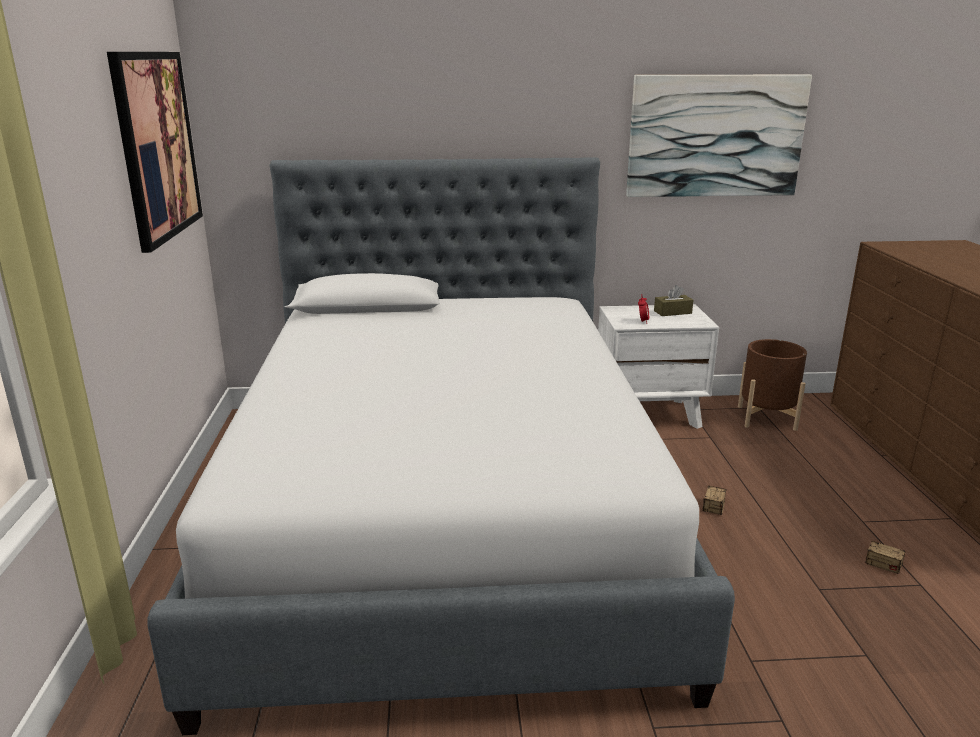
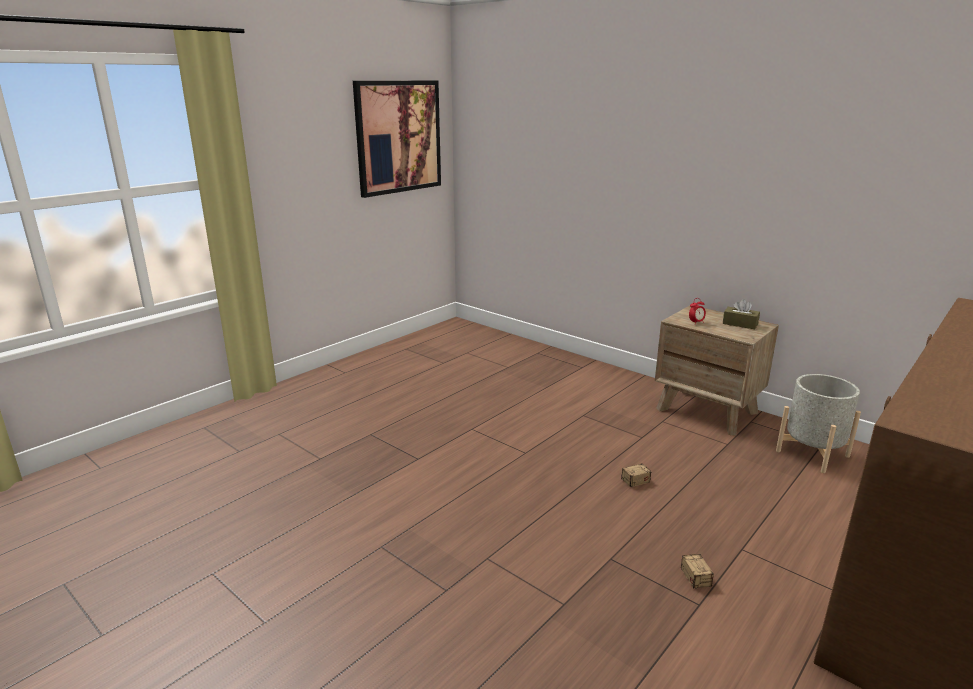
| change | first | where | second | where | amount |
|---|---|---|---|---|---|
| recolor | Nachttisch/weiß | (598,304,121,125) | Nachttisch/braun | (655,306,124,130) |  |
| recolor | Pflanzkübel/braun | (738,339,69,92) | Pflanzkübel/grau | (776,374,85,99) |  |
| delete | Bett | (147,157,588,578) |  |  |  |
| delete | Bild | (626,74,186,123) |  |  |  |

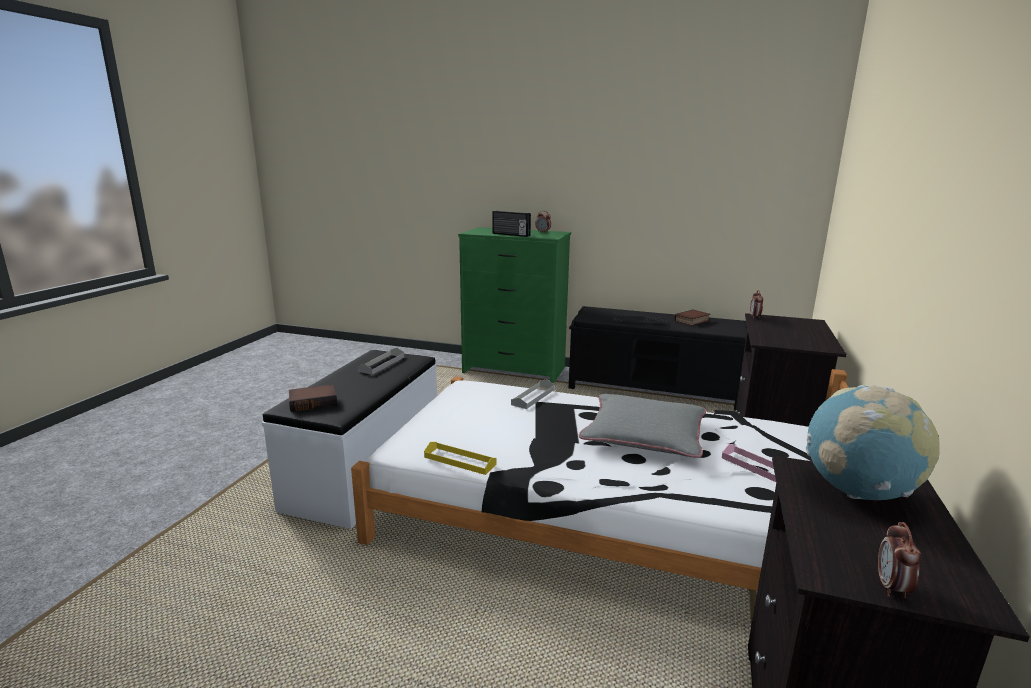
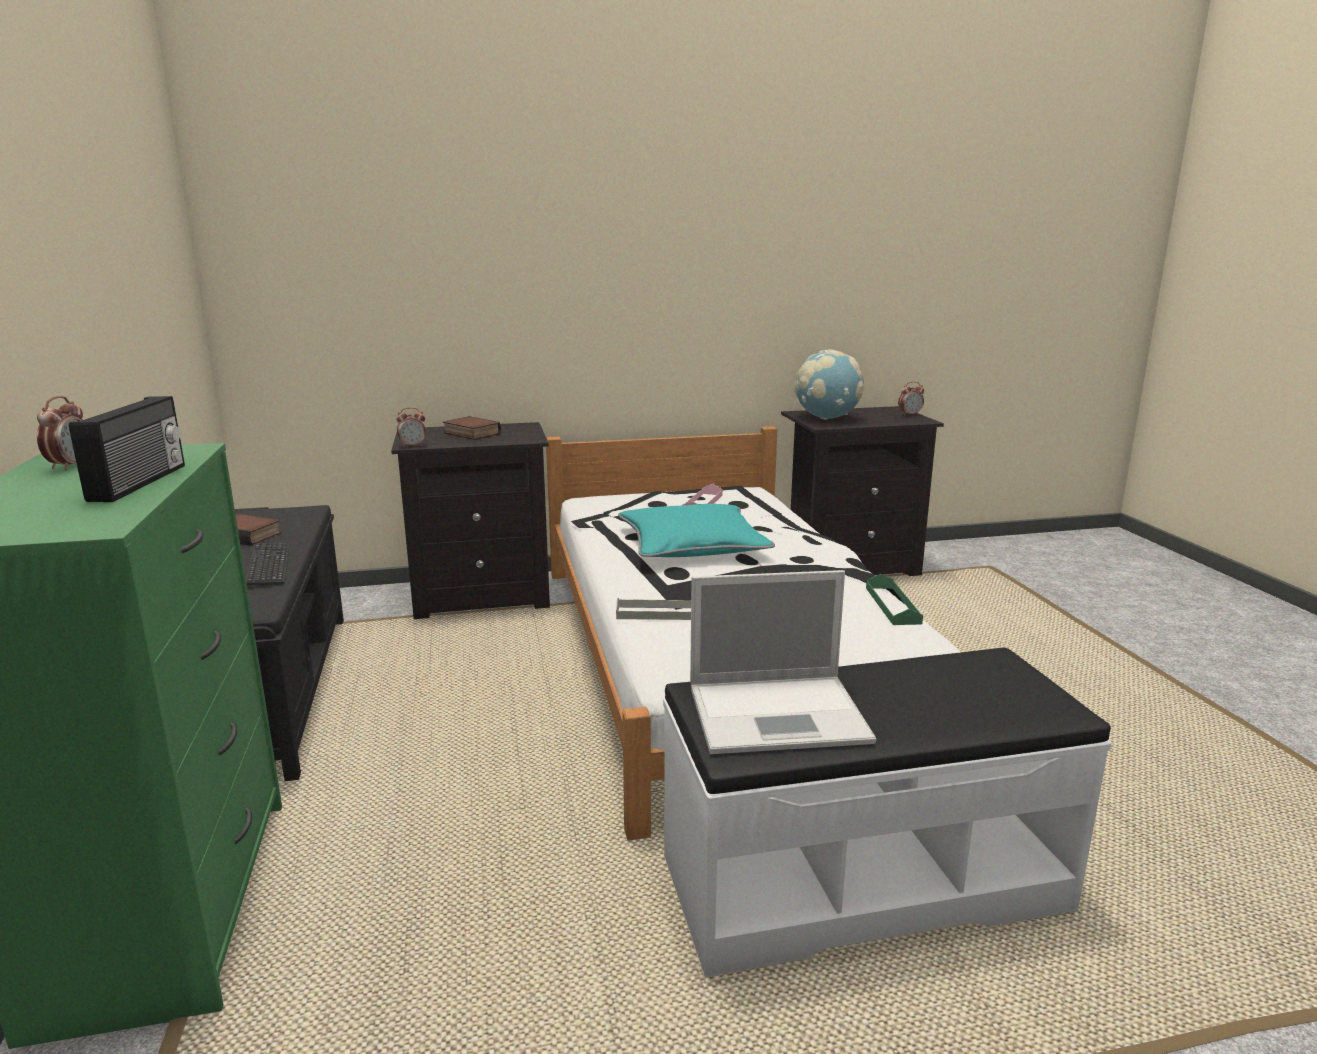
| change | first | where | second | where | amount |
|---|---|---|---|---|---|
| move | Buch | (289,384,48,28) |  | (443,416,58,24) |  |
| recolor | Kissen/grau | (579,394,127,64) | Kissen/türkis | (618,504,157,53) |  |
| replace | Tablett/grau | (358,348,46,27) | Laptop | (690,570,186,184) |  |
| recolor | Tablett/gelb | (424,442,73,33) | Tablett/grün | (866,574,57,51) |  |

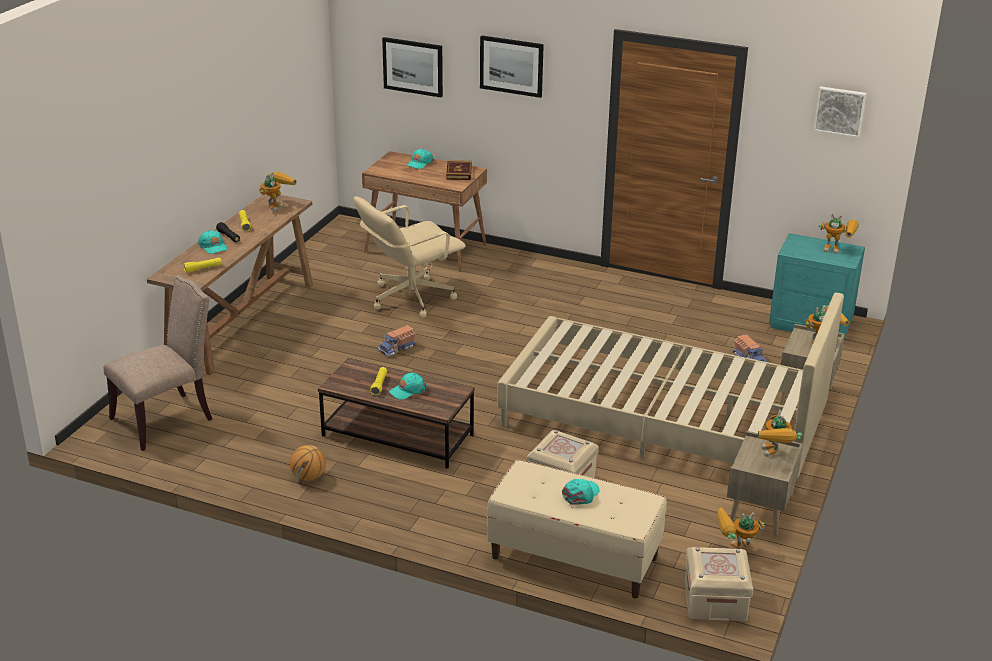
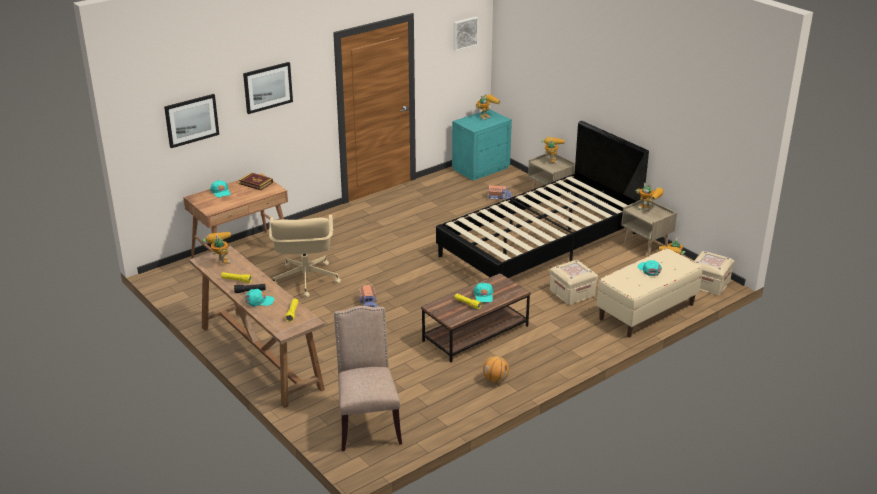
| change | first | where | second | where | amount |
|---|---|---|---|---|---|
| recolor | Bett/beige | (497,293,347,203) | Bett/schwarz | (436,121,213,157) |  |

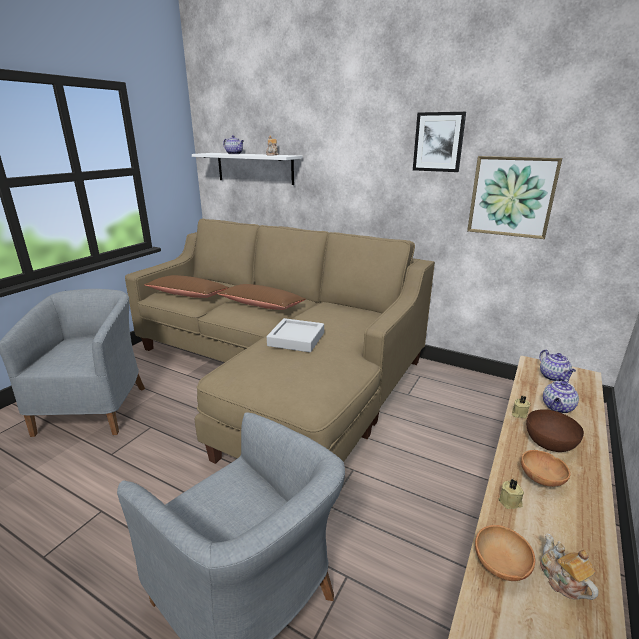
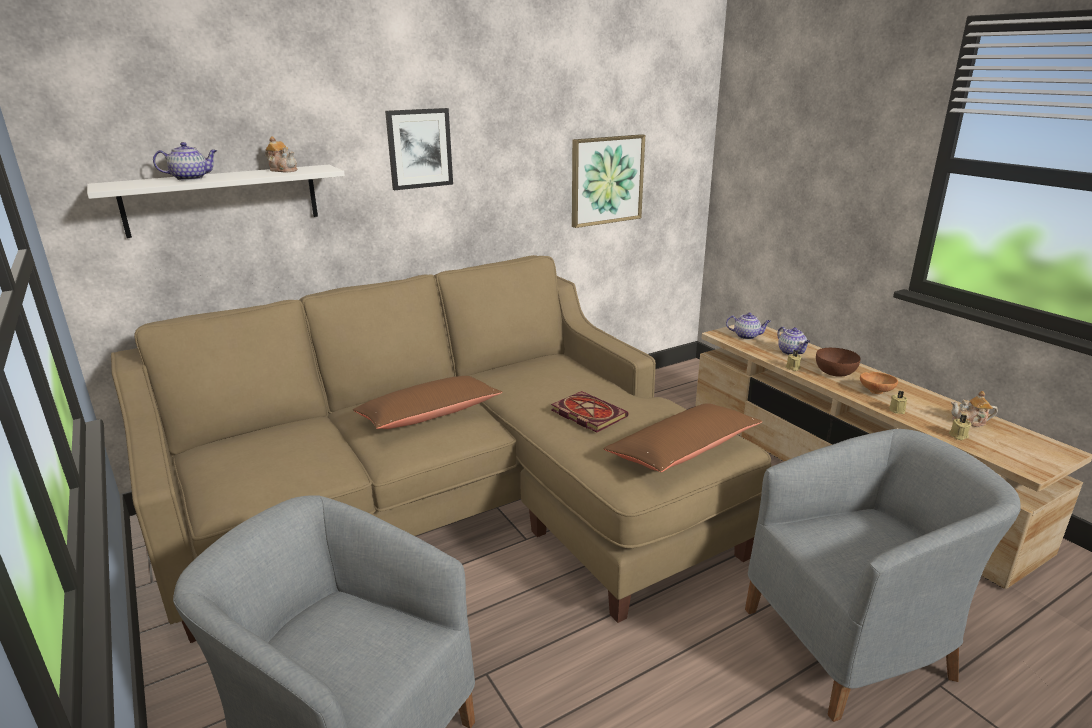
| change | first | where | second | where | amount |
|---|---|---|---|---|---|
| move | Bild | (413,112,53,60) |  | (385,108,68,82) |  |
| replace | Tablett/grau | (267,318,57,34) | Buch | (551,391,78,41) |  |
| move | Kissen/braun | (144,275,85,23) |  | (603,403,160,69) |  |
| replace | Schüssel/braun | (475,525,60,56) | Kerze/beige | (949,415,22,25) |  |

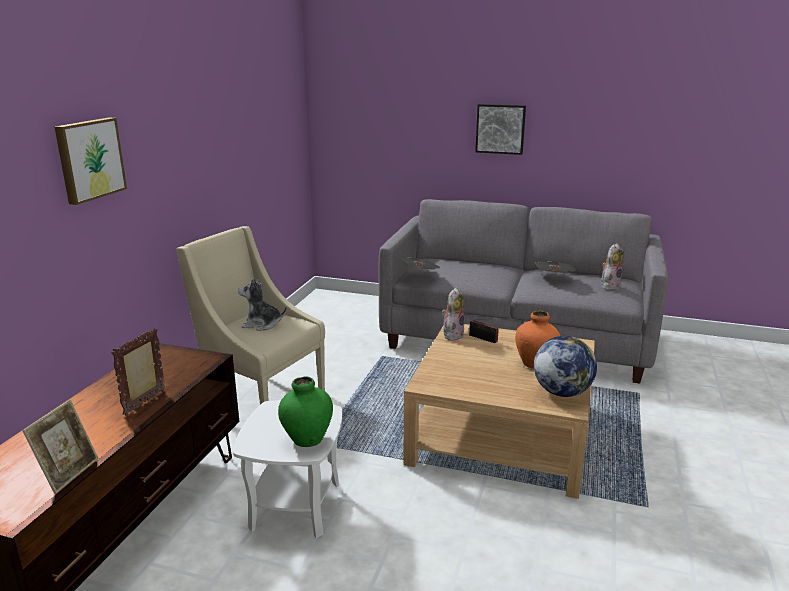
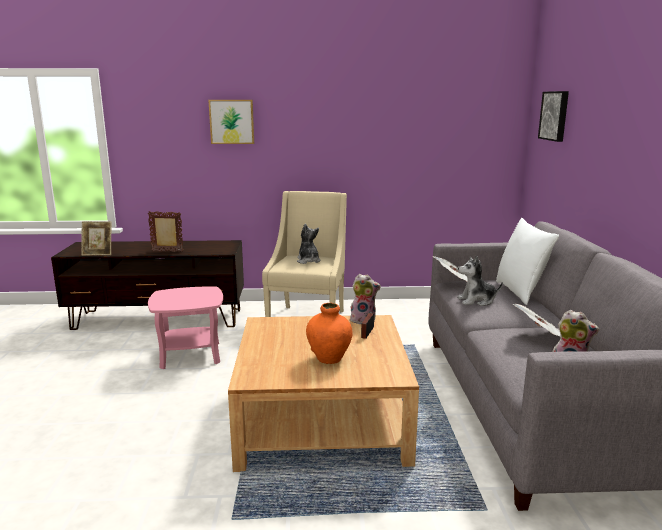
| change | first | where | second | where | amount |
|---|---|---|---|---|---|
| recolor | Beistelltisch/weiß | (233,400,109,138) | Beistelltisch/rosa | (148,287,75,82) |  |
| insert |  |  | Plüschtier | (457,255,46,51) |  |
| insert |  |  | Kissen/weiß | (496,218,63,87) |  |
| move | Bild | (475,104,51,51) |  | (538,91,31,51) |  |
| delete | Vase/grün | (278,376,55,71) |  |  |  |
| delete | Globus | (534,336,63,61) |  |  |  |

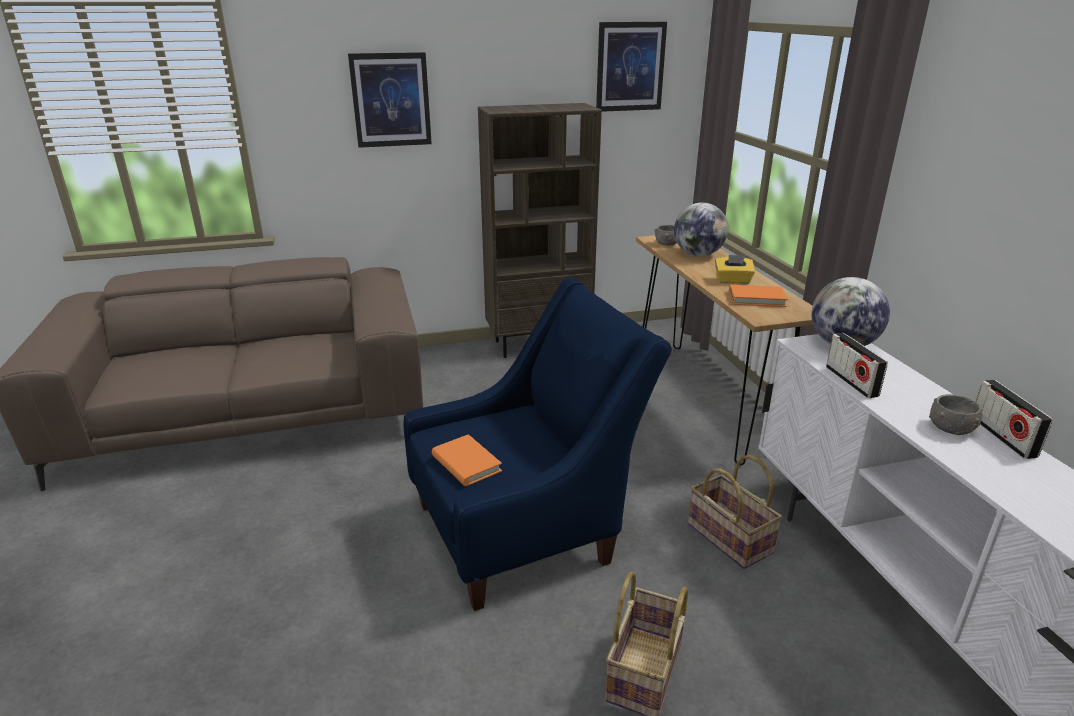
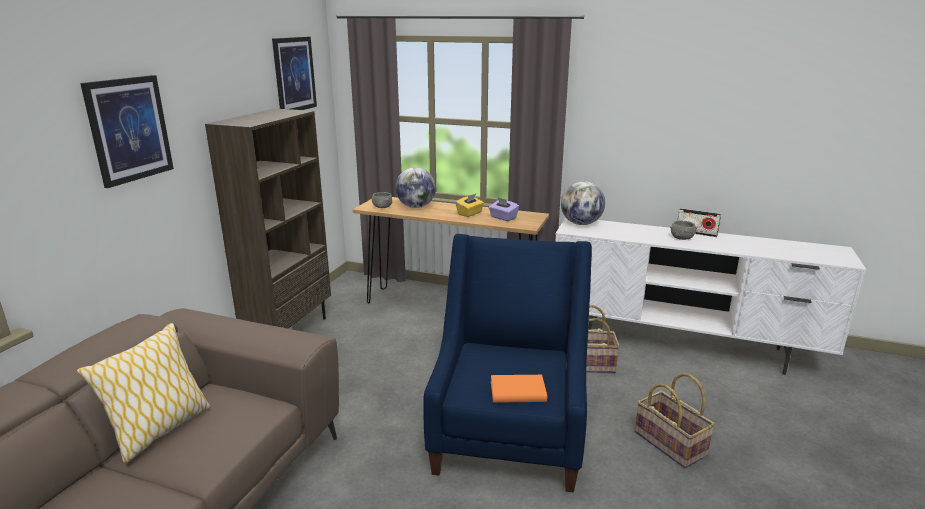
| change | first | where | second | where | amount |
|---|---|---|---|---|---|
| insert |  |  | Kissen | (77,323,134,140) |  |
| replace | Buch/orange | (729,285,59,22) | Taschentuchbox/lila | (489,198,30,23) |  |
| delete | Radio | (826,333,62,65) |  |  |  |

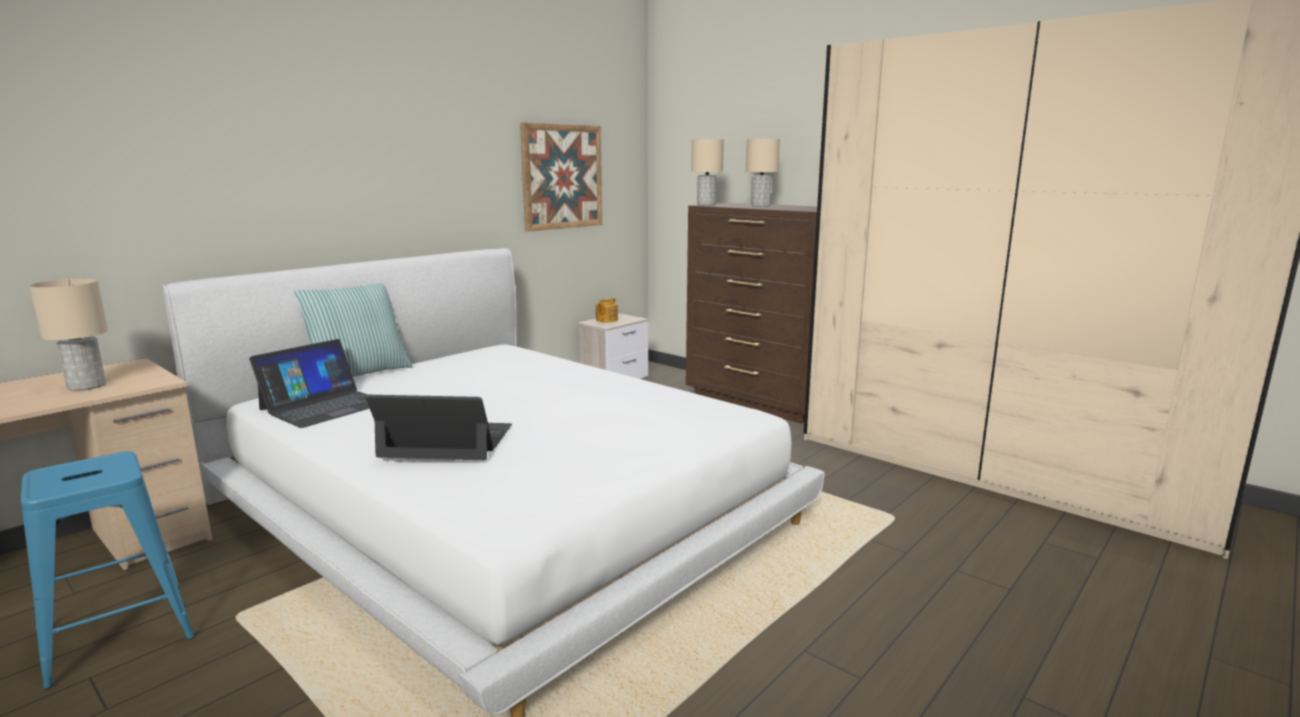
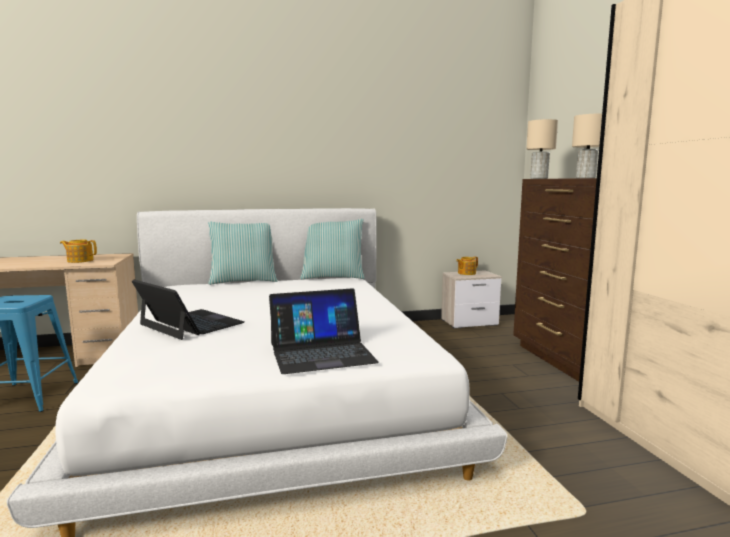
| change | first | where | second | where | amount |
|---|---|---|---|---|---|
| replace | Tischlampe/beige | (29,279,79,112) | Teekanne | (60,240,37,23) |  |
| move | Laptop | (249,339,121,89) |  | (269,288,110,86) |  |
| insert |  |  | Kissen | (300,219,65,60) |  |
| delete | Bild | (520,122,82,110) |  |  |  |

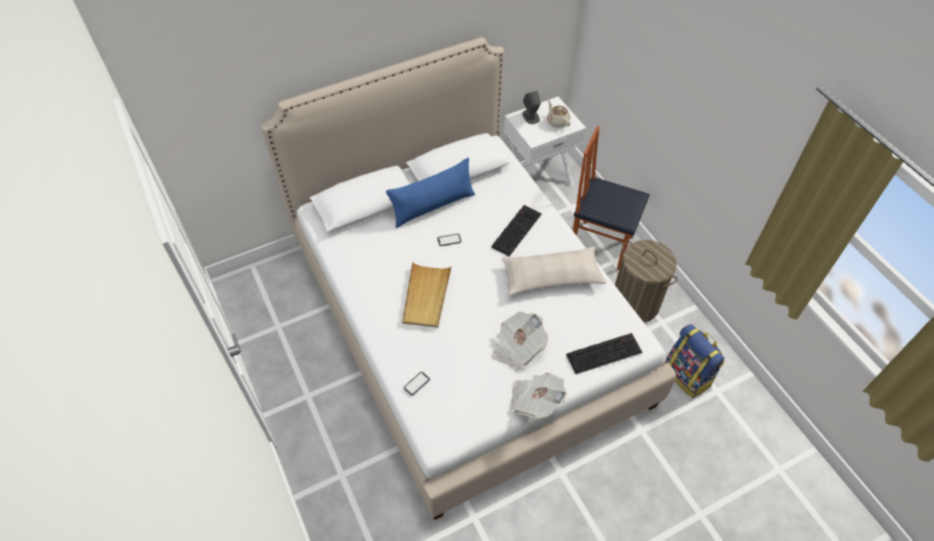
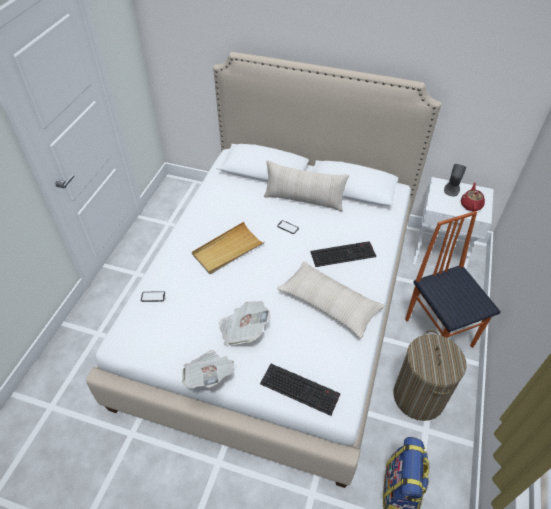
| change | first | where | second | where | amount |
|---|---|---|---|---|---|
| recolor | Kissen/blau | (386,158,89,70) | Kissen/beige | (264,160,85,52) |  |
| recolor | Teekanne/beige | (547,100,23,27) | Teekanne/rot | (461,182,24,30) |  |

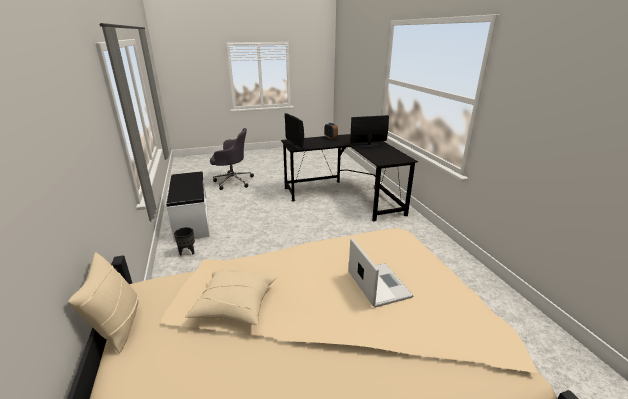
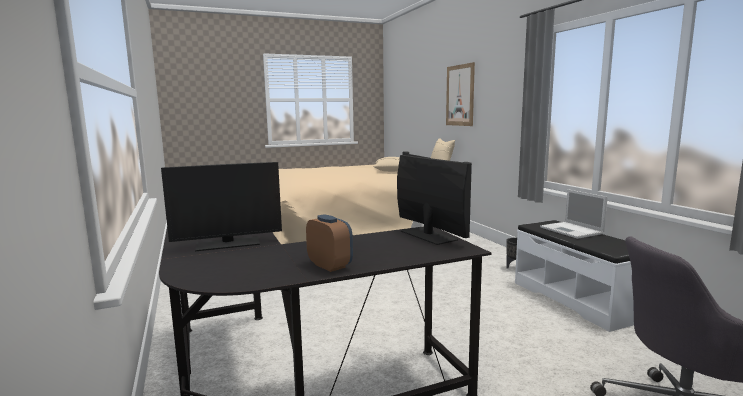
| change | first | where | second | where | amount |
|---|---|---|---|---|---|
| insert |  |  | Bild | (446,62,29,64) |  |
| move | Laptop | (349,238,65,70) |  | (540,189,68,50) |  |

